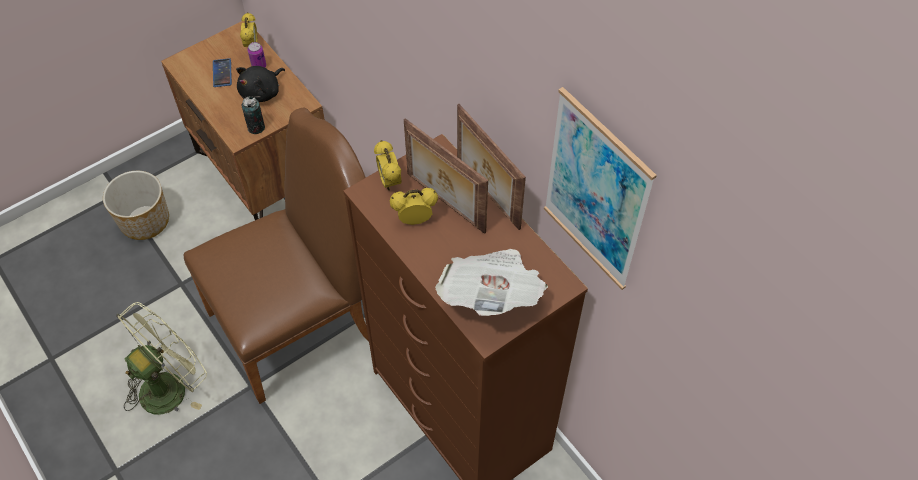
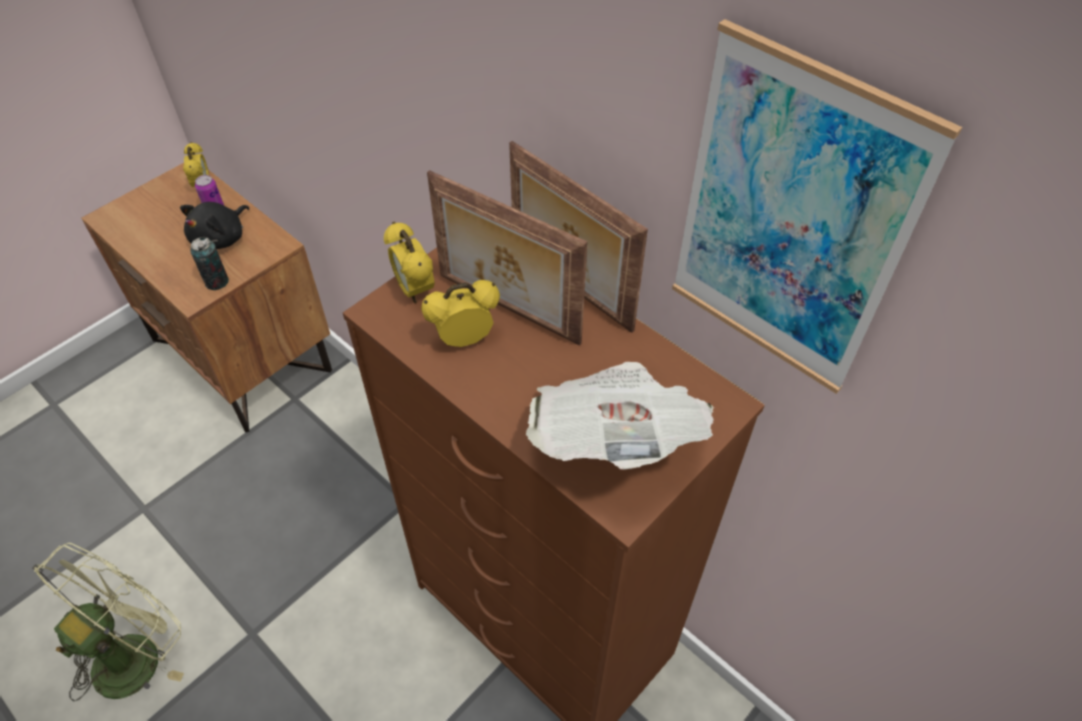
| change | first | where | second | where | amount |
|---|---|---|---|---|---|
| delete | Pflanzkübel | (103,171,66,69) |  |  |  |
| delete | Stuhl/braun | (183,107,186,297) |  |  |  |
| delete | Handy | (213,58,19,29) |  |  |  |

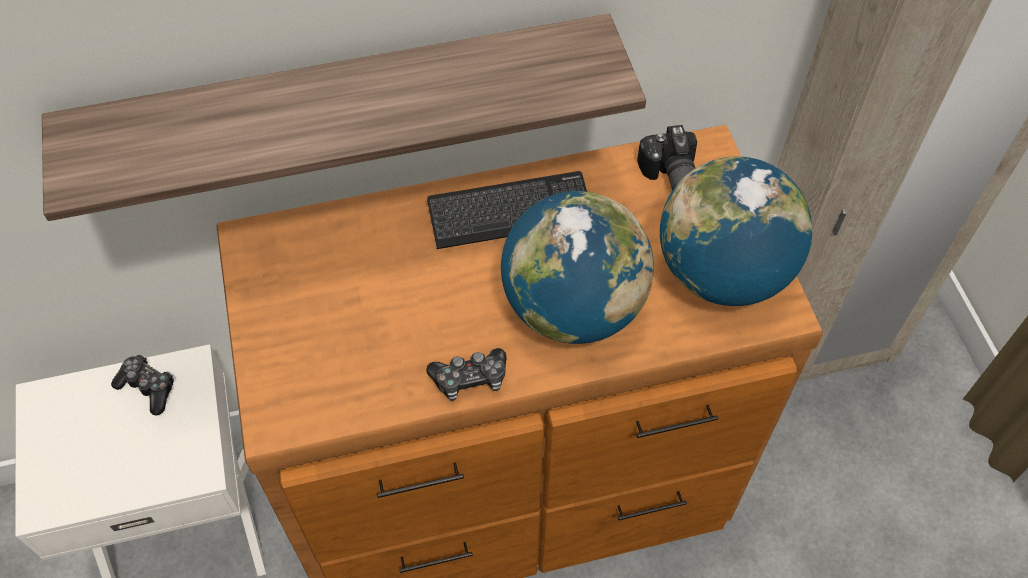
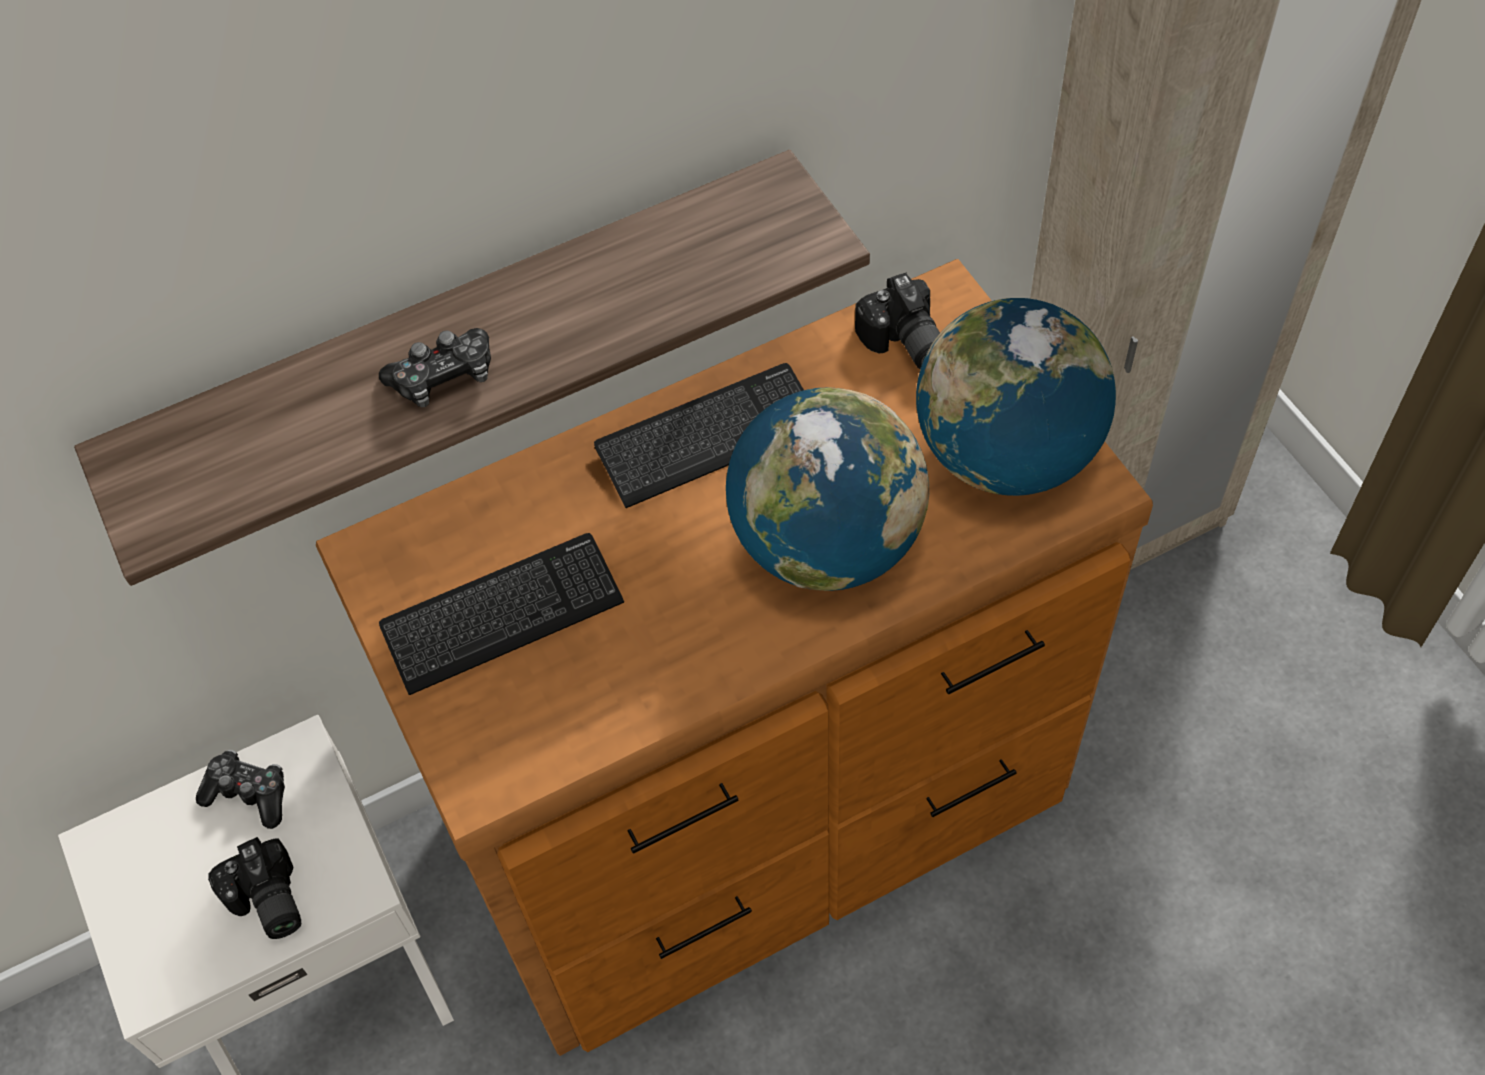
| change | first | where | second | where | amount |
|---|---|---|---|---|---|
| insert |  |  | Kamera | (208,837,93,102) |  |
| move | Gamepad | (426,348,81,53) |  | (379,328,112,79) |  |
| insert |  |  | Tastatur | (379,533,245,162) |  |

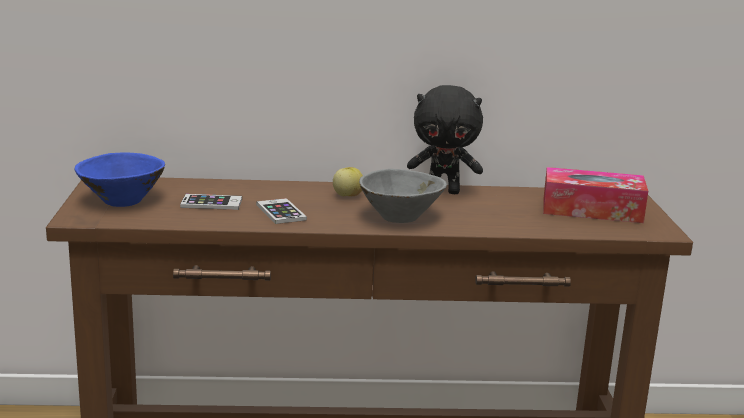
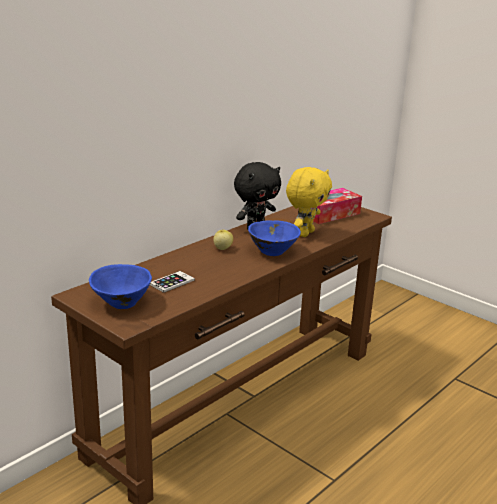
| change | first | where | second | where | amount |
|---|---|---|---|---|---|
| recolor | Schüssel/grau | (359,169,88,54) | Schüssel/blau | (248,221,53,35) |  |
| insert |  |  | Plüschtier/gelb | (286,167,46,70) |  |
| delete | Handy | (256,198,51,26) |  |  |  |

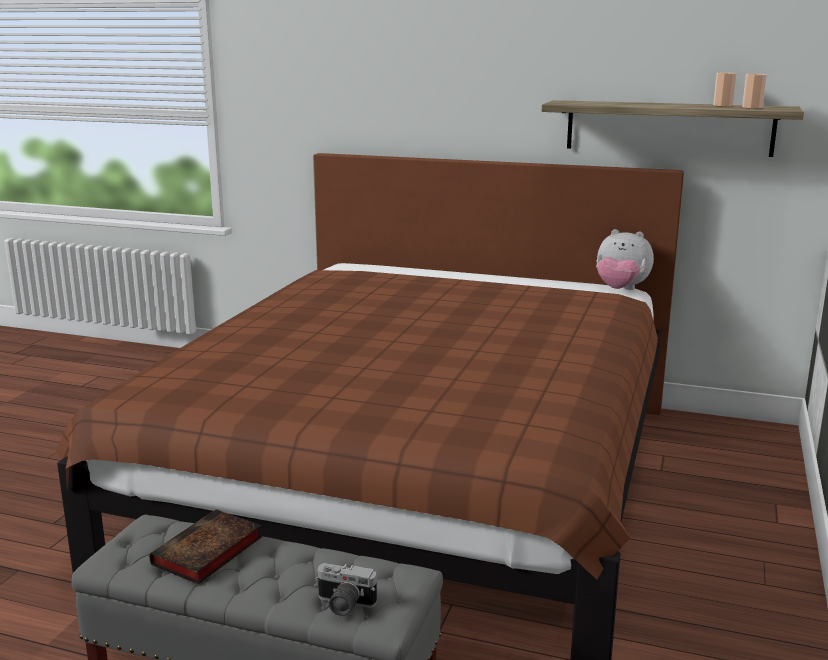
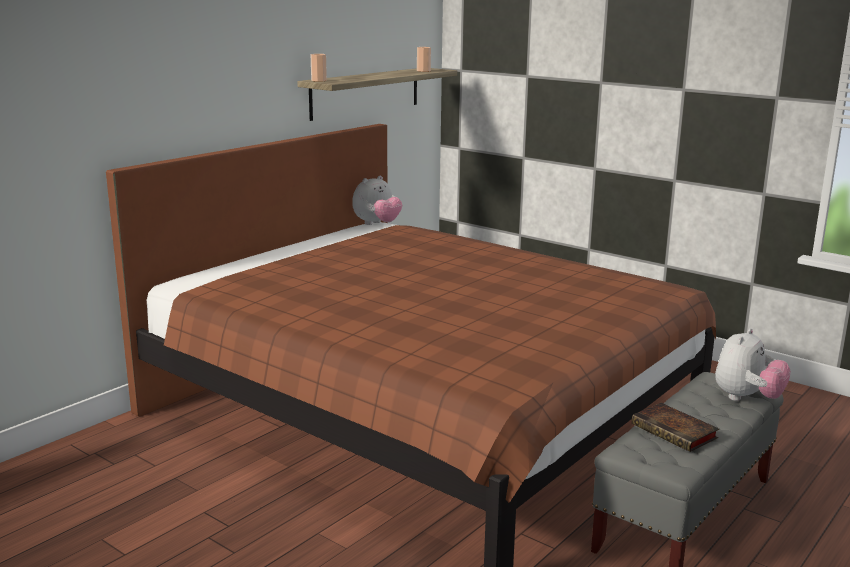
| change | first | where | second | where | amount |
|---|---|---|---|---|---|
| move | Tasse | (713,73,23,34) |  | (311,54,16,28) |  |
| replace | Kamera | (315,563,62,53) | Plüschtier | (715,328,76,73) |  |

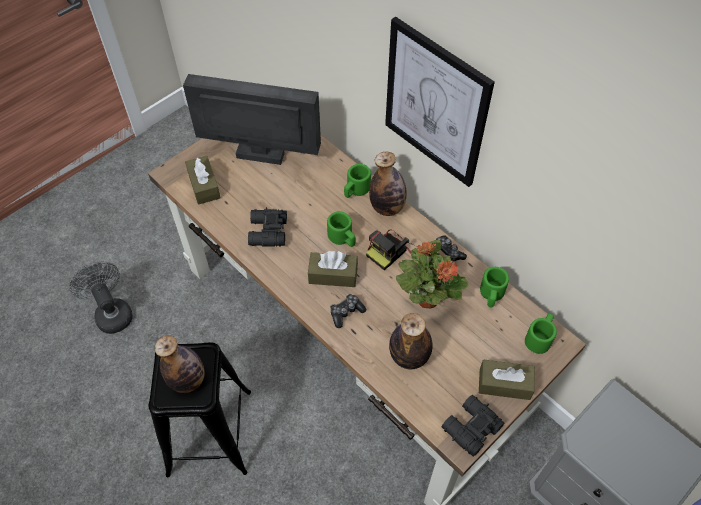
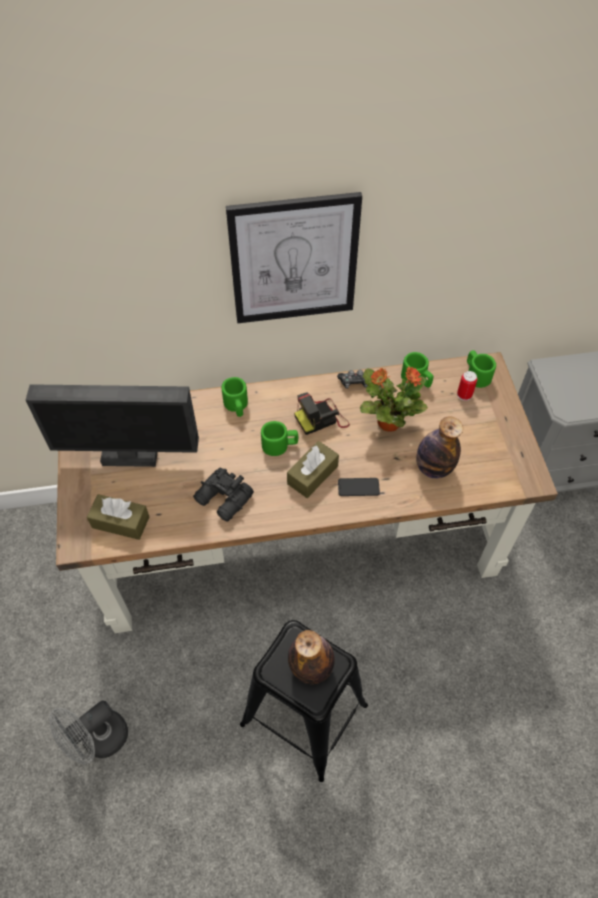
| change | first | where | second | where | amount |
|---|---|---|---|---|---|
| rotate | Monitor | (183,74,138,91) |  | (26,384,173,83) | 135 degrees counterclockwise |
| rotate | Ventilator/grau | (69,261,64,73) |  | (49,700,79,64) | 45 degrees counterclockwise |
| rotate | Kamera | (366,229,50,41) |  | (294,392,56,43) | 75 degrees clockwise |
| replace | Gamepad | (330,294,36,34) | Handy | (338,478,42,18) |  |
| insert |  |  | Dose | (457,371,20,30) |  |
| delete | Flasche | (369,152,38,64) |  |  |  |
| delete | Fernglas/schwarz | (442,395,62,62) |  |  |  |
| delete | Taschentuchbox/braun | (479,359,56,41) |  |  |  |

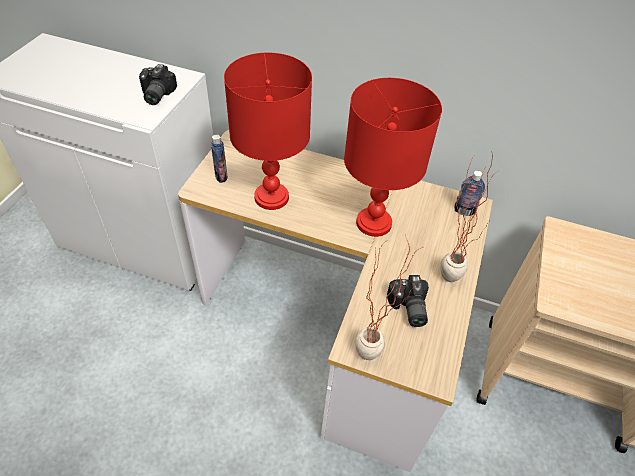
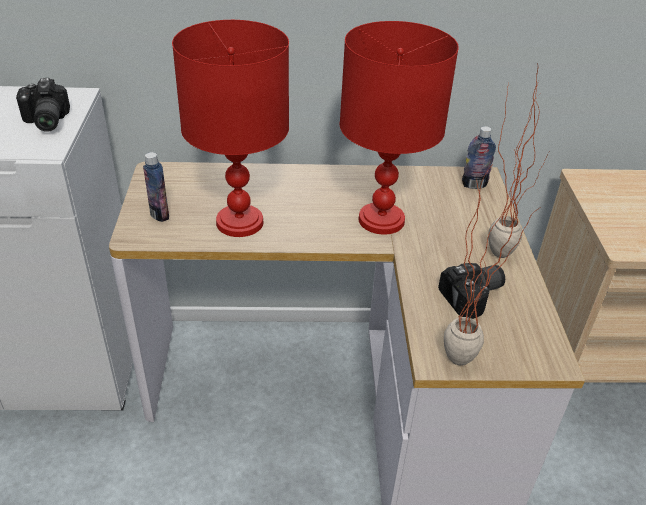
| change | first | where | second | where | amount |
|---|---|---|---|---|---|
| rotate | Kamera | (387,275,42,52) |  | (438,263,67,56) | 90 degrees counterclockwise |

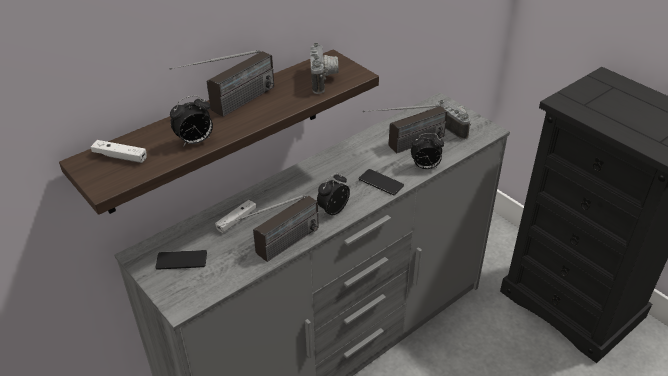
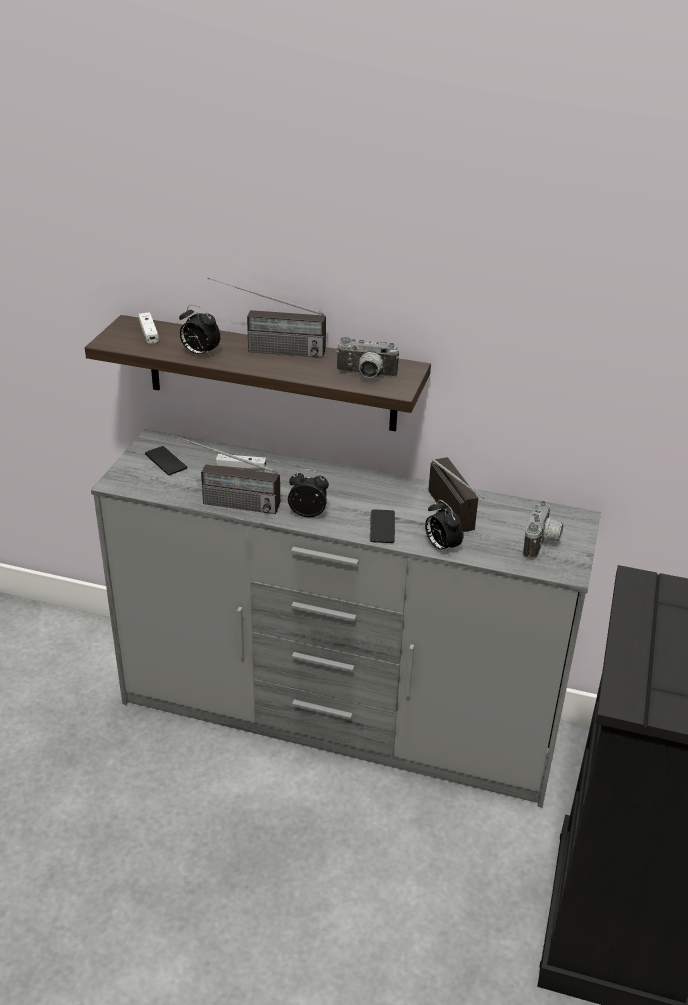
| change | first | where | second | where | amount |
|---|---|---|---|---|---|
| rotate | Kamera | (310,43,29,51) |  | (336,337,63,41) | 45 degrees clockwise |
| rotate | Radio | (363,105,84,48) |  | (428,457,57,75) | 135 degrees counterclockwise |

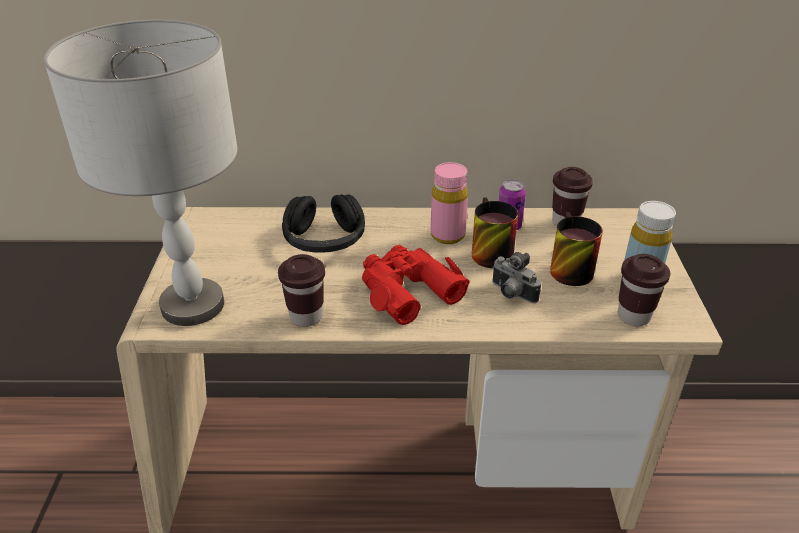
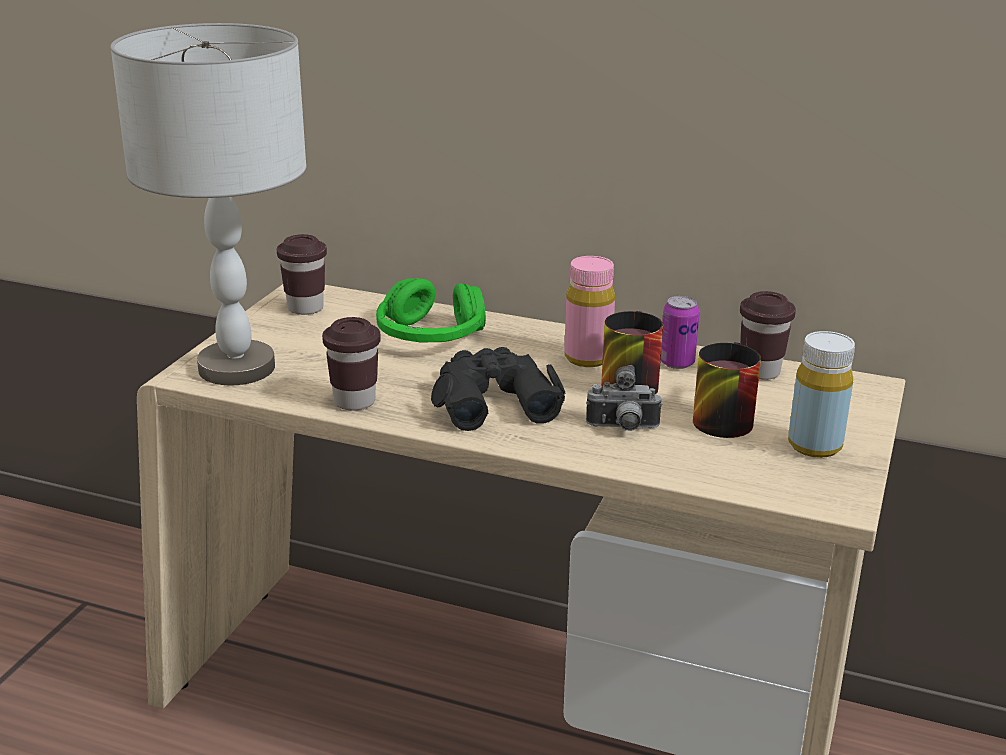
| change | first | where | second | where | amount |
|---|---|---|---|---|---|
| move | Tasse/braun | (618,254,53,72) |  | (277,234,50,81) |  |
| recolor | Kopfhörer/schwarz | (282,194,83,59) | Kopfhörer/grün | (376,278,110,64) |  |
| recolor | Fernglas/rot | (362,245,108,80) | Fernglas/schwarz | (431,347,135,84) |  |
| rotate | Kamera | (492,252,49,51) |  | (586,365,76,66) | 60 degrees counterclockwise |

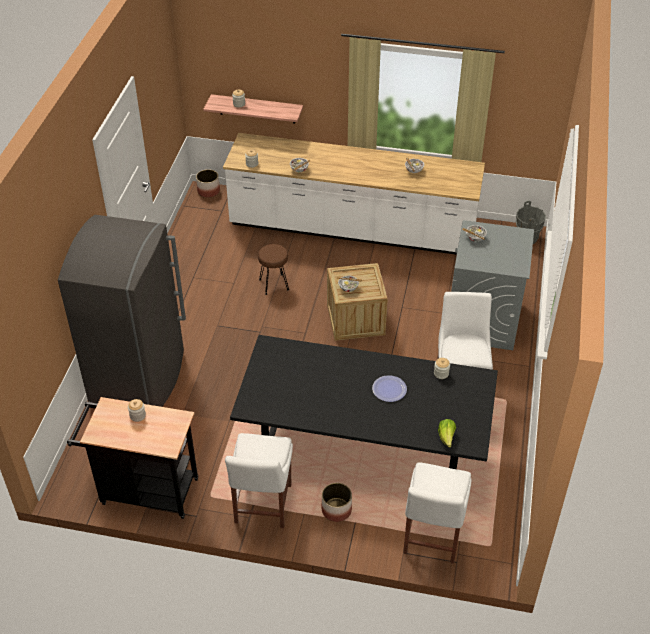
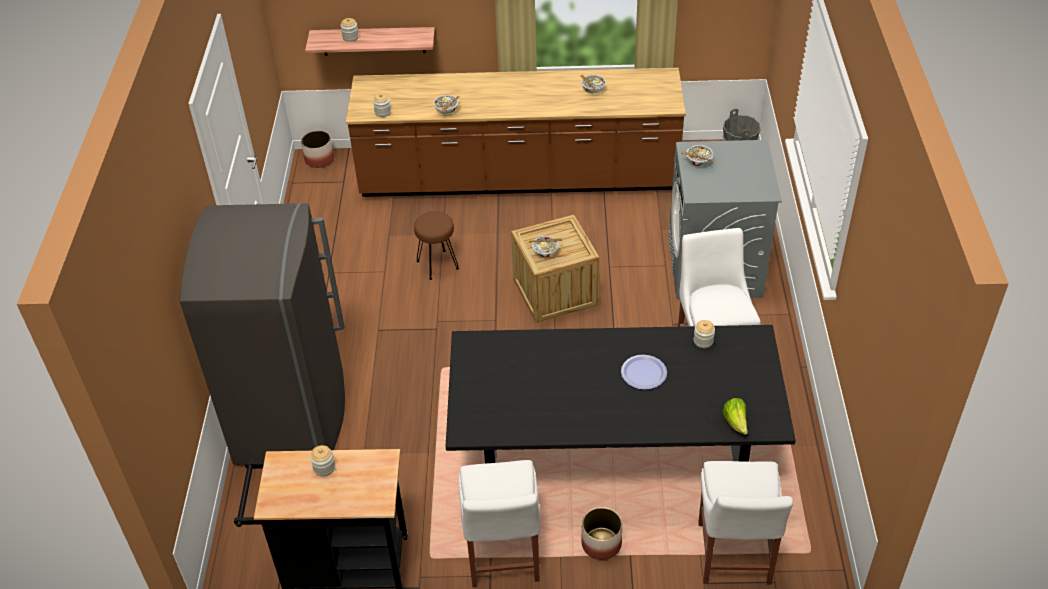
| change | first | where | second | where | amount |
|---|---|---|---|---|---|
| recolor | Küchenzeile/weiß | (223,133,262,122) | Küchenzeile/braun | (346,68,340,129) |  |

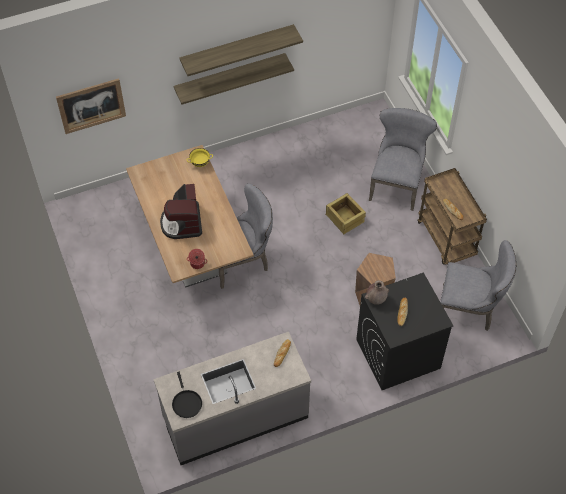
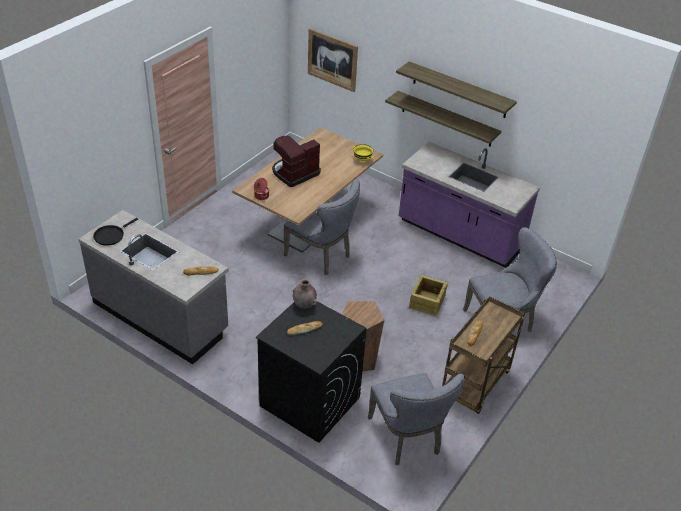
| change | first | where | second | where | amount |
|---|---|---|---|---|---|
| insert |  |  | Küchenzeile/lila | (399,142,141,126) |  |

